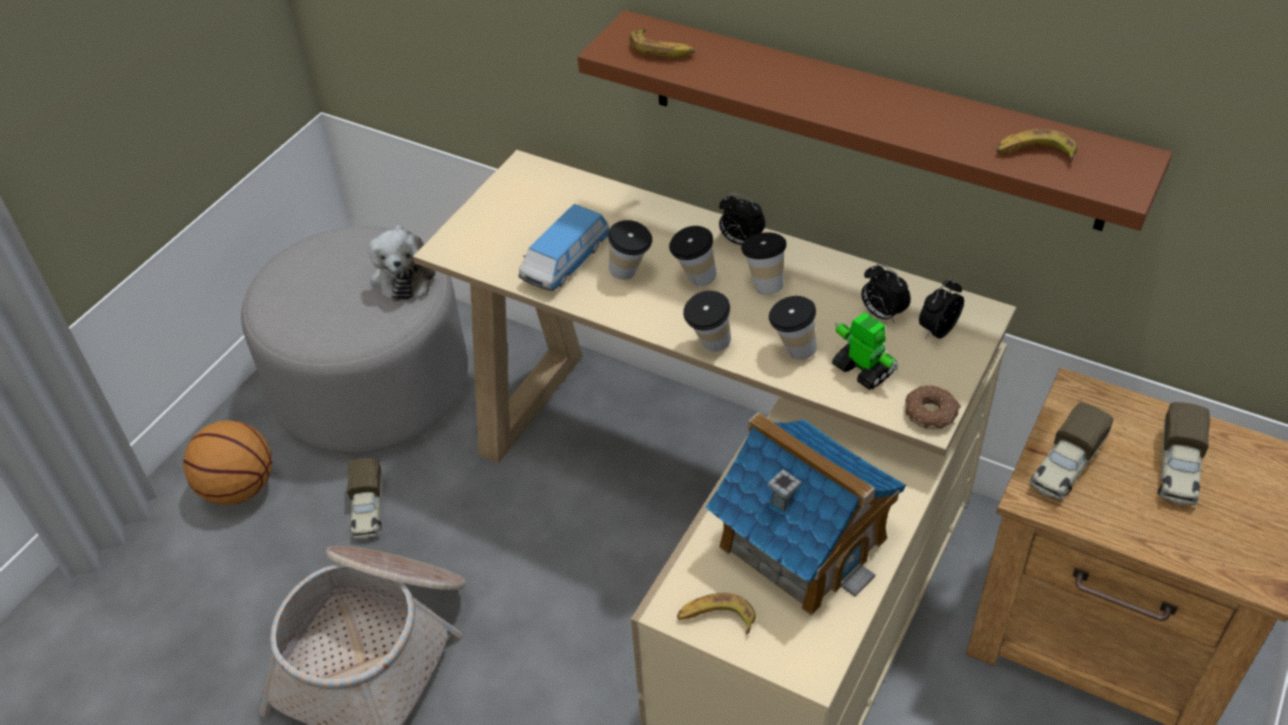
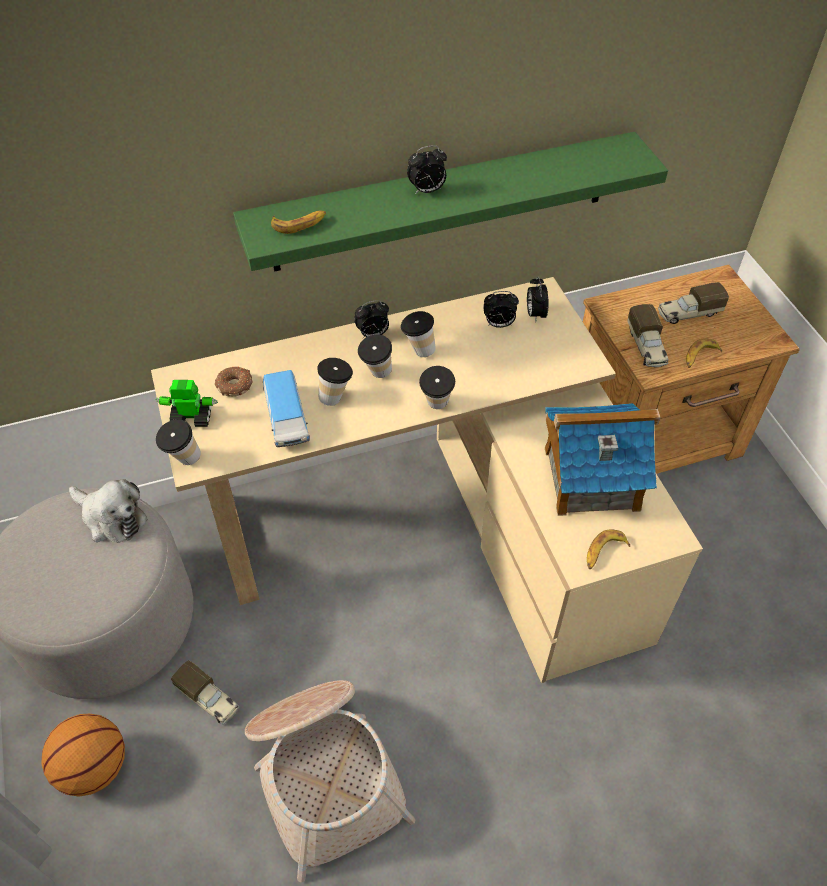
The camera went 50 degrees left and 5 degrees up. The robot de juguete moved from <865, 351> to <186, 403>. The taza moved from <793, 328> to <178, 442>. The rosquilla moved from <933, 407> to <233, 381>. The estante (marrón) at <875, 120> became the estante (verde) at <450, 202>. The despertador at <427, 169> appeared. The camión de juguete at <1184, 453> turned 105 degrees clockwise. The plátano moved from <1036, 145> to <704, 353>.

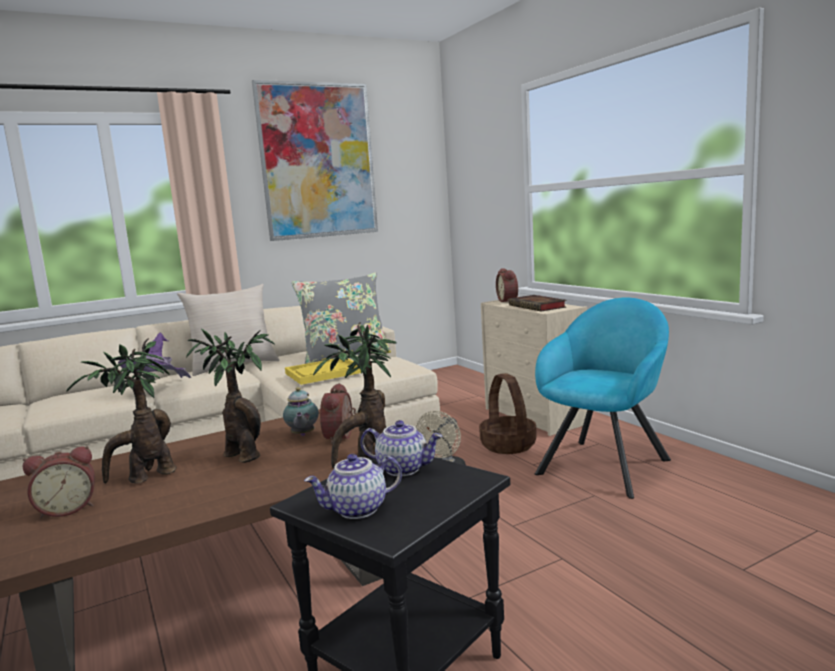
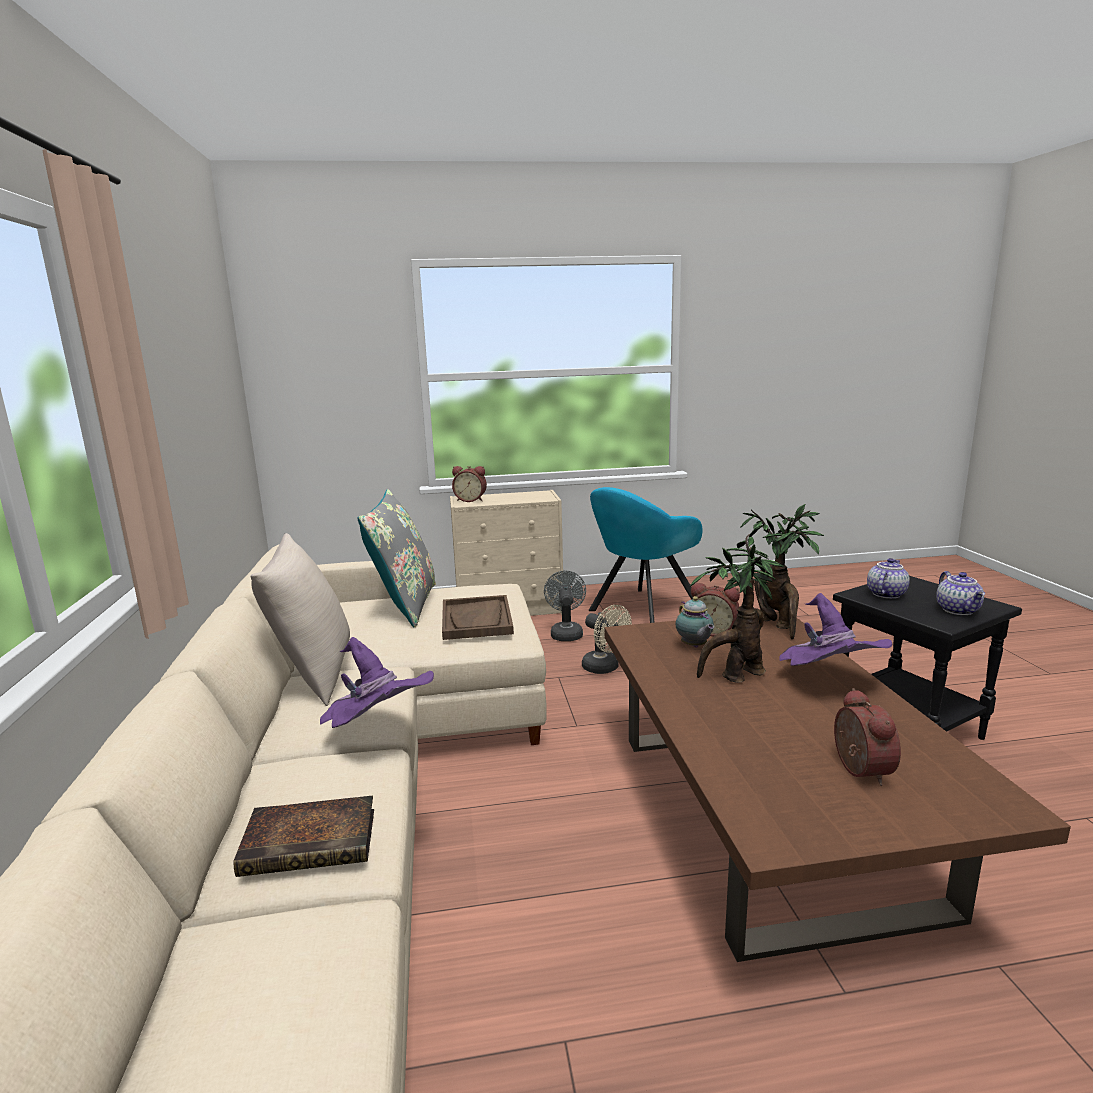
The camera went 70 degrees left and 5 degrees up. The libro moved from <537, 303> to <304, 836>. The bandeja (amarillo) at <323, 372> became the bandeja (marrón) at <478, 617>. The cesta at <508, 413> was replaced by the ventilador (gris) at <565, 605>. The sillón (turquesa) at <603, 398> turned 105 degrees counterclockwise. The tetera at <301, 411> turned 60 degrees clockwise. The sombrero (morado) at <835, 629> appeared. The planta en maceta at <121, 410> disappeared. The cuadro at <315, 160> disappeared.

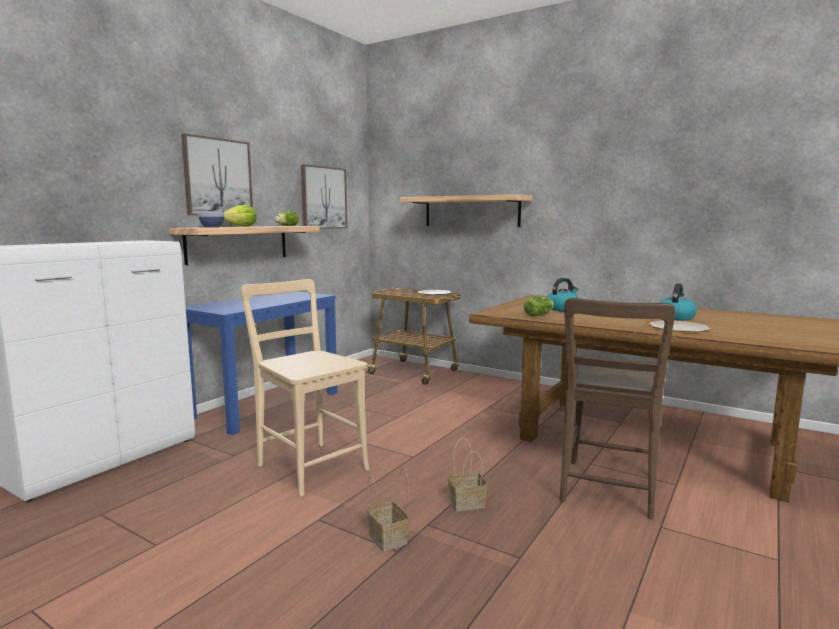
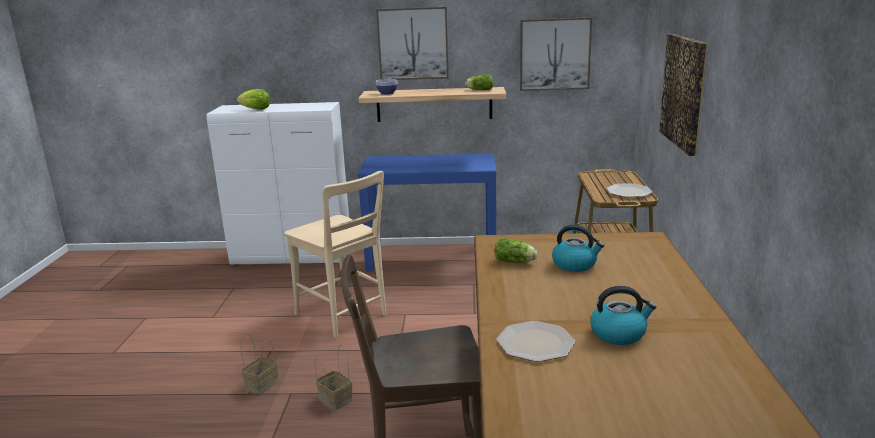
The camera went 60 degrees right and 10 degrees up. The lechuga moved from <240, 216> to <253, 99>. The silla (beis) at <305, 387> turned 120 degrees clockwise. The estante at <466, 210> was replaced by the cuadro at <683, 95>.

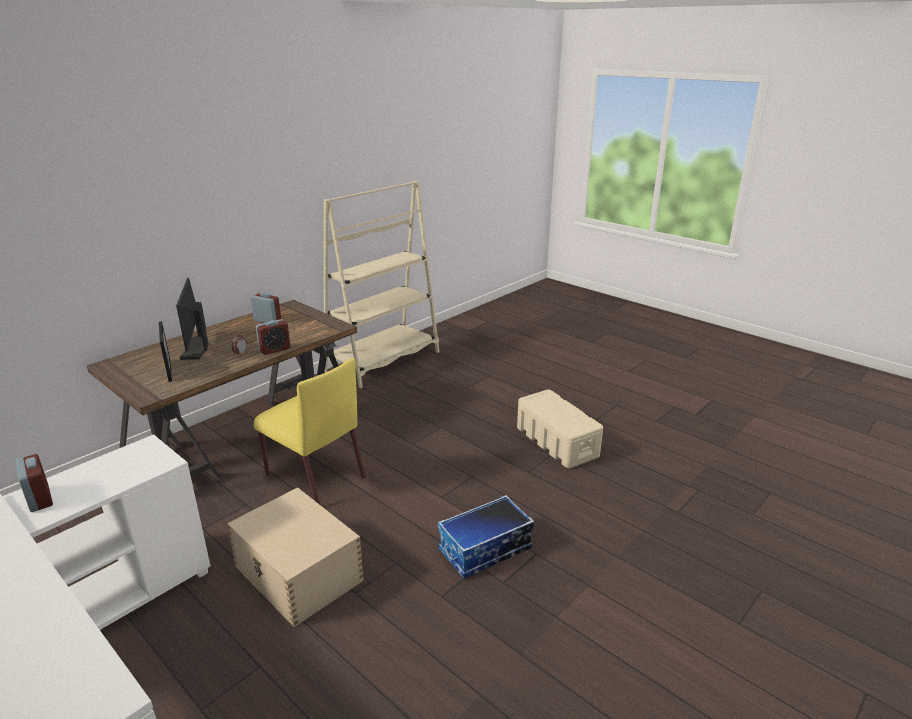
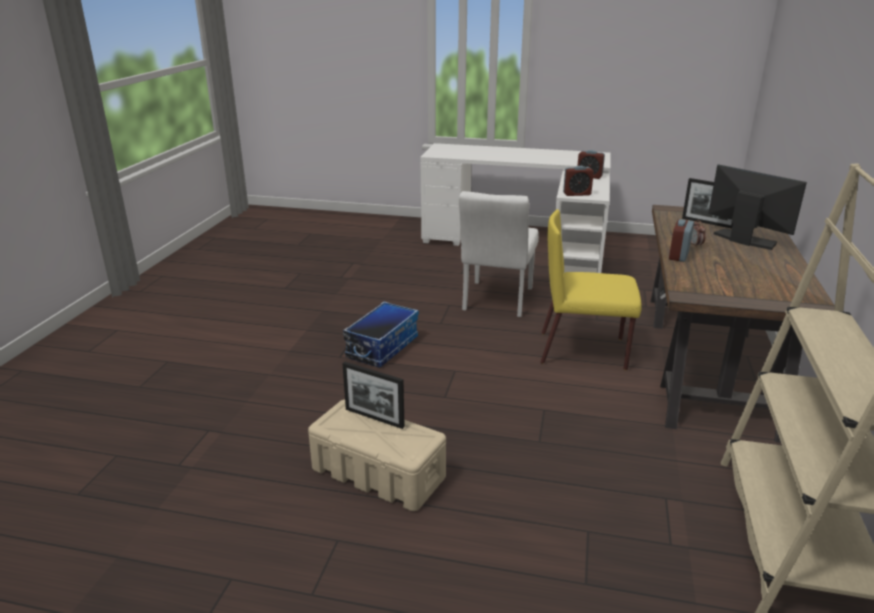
The camera went 150 degrees right and 0 degrees up. The portarretratos at <373, 395> appeared. The caja de almacenaje (beis) at <295, 557> was replaced by the silla (blanco) at <499, 254>. The despertador moved from <266, 307> to <578, 181>.

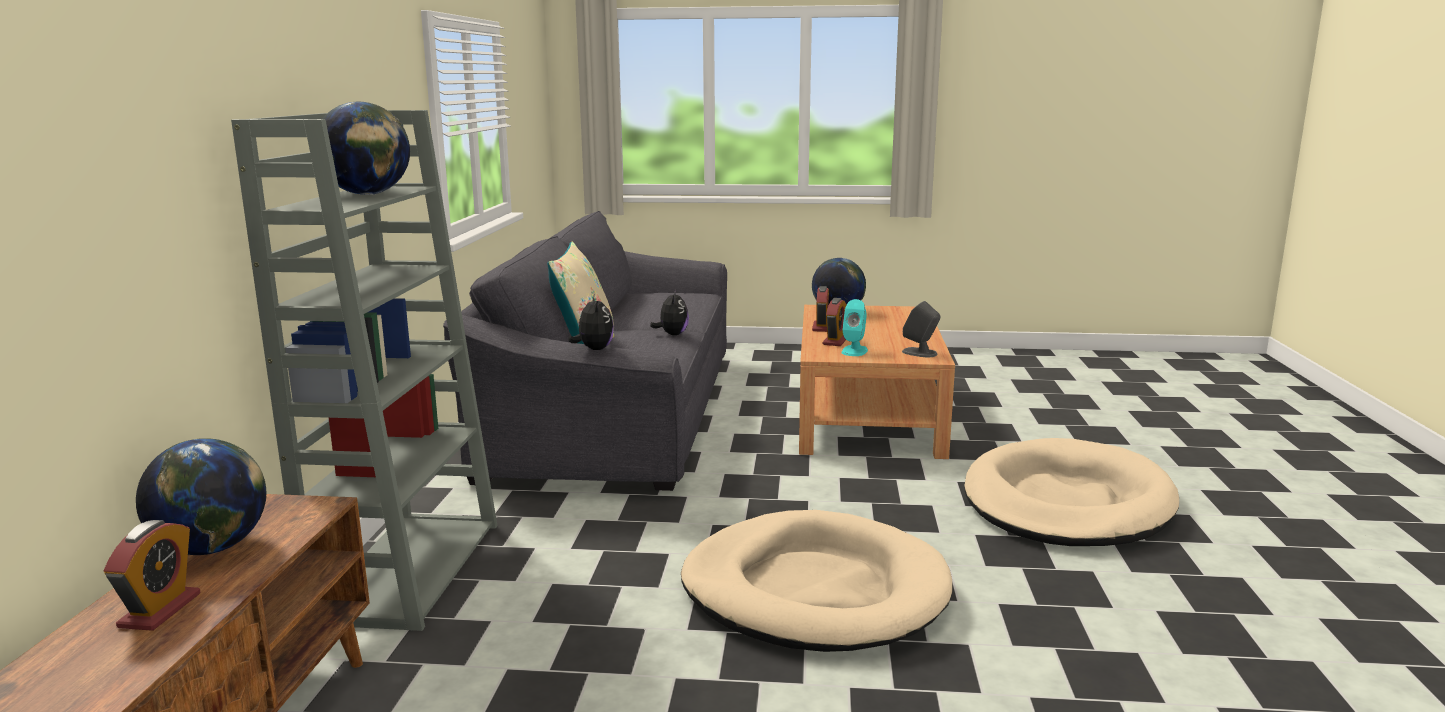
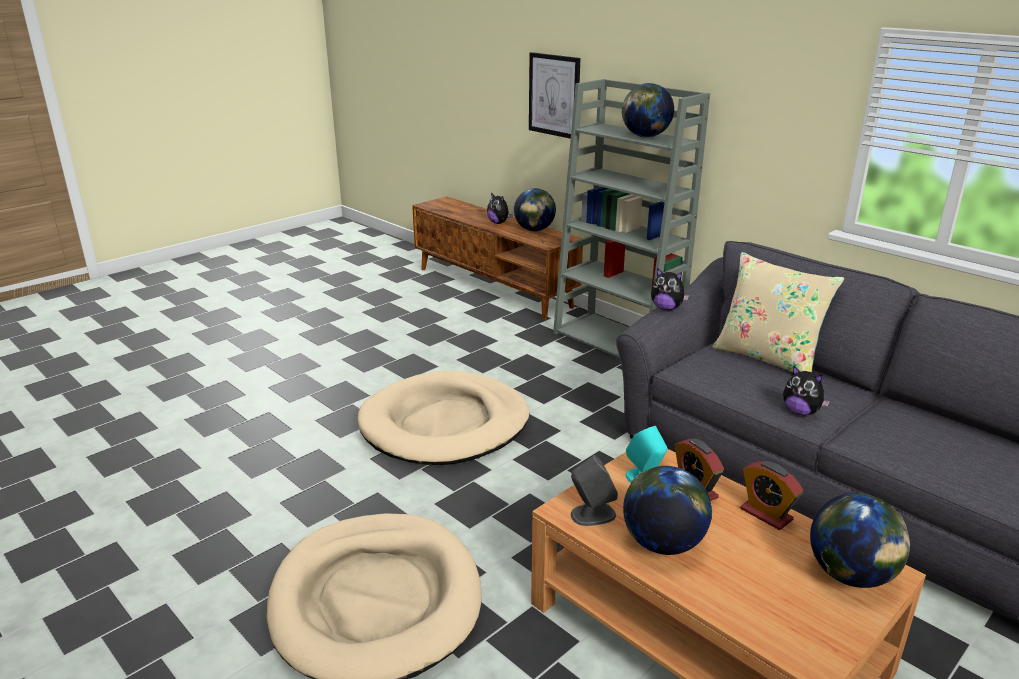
The camera went 130 degrees right and 10 degrees up. The despertador at <151, 575> was replaced by the peluche at <499, 208>. The cuadro at <554, 95> appeared. The globo terráqueo at <667, 510> appeared.

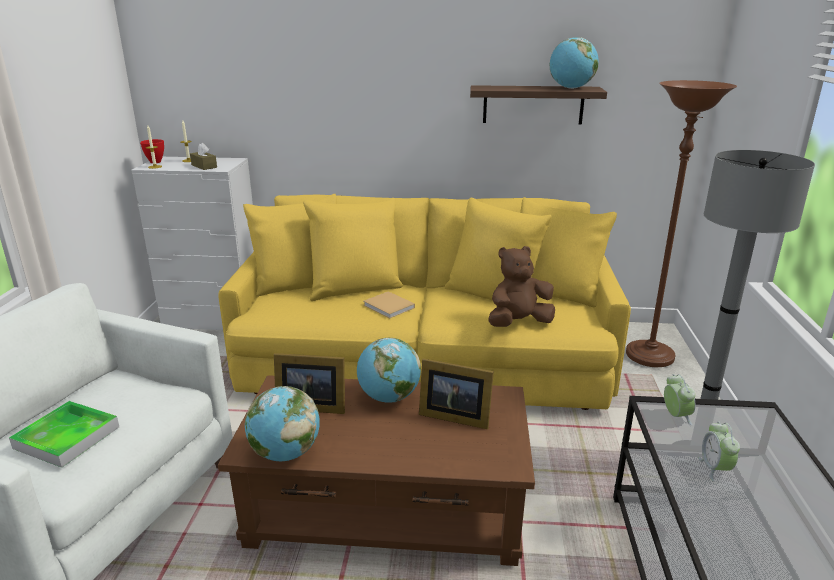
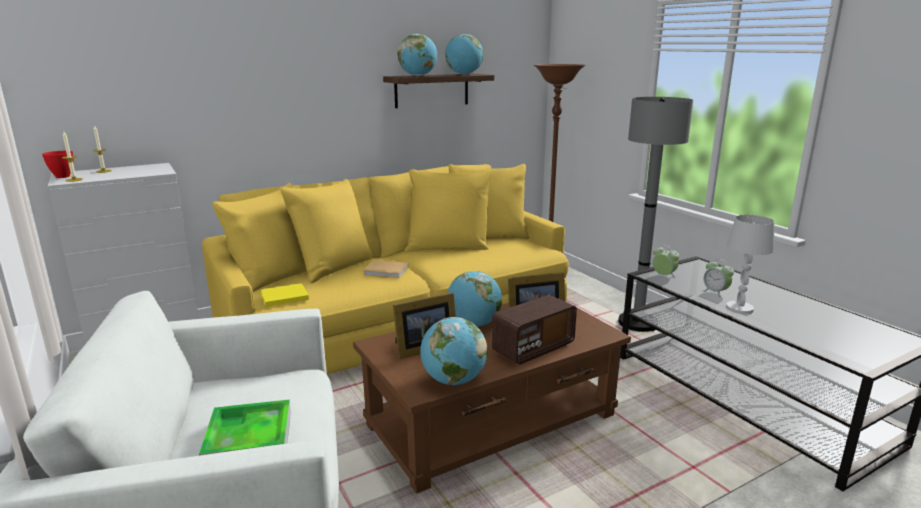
The camera went 35 degrees left and 5 degrees down. The libro (amarillo) at <285, 295> appeared. The globo terráqueo at <417, 55> appeared. The radio at <534, 330> appeared. The lámpara de mesa (blanco) at <750, 264> appeared. The caja de pañuelos (marrón) at <203, 156> disappeared. The peluche (marrón) at <522, 286> disappeared.

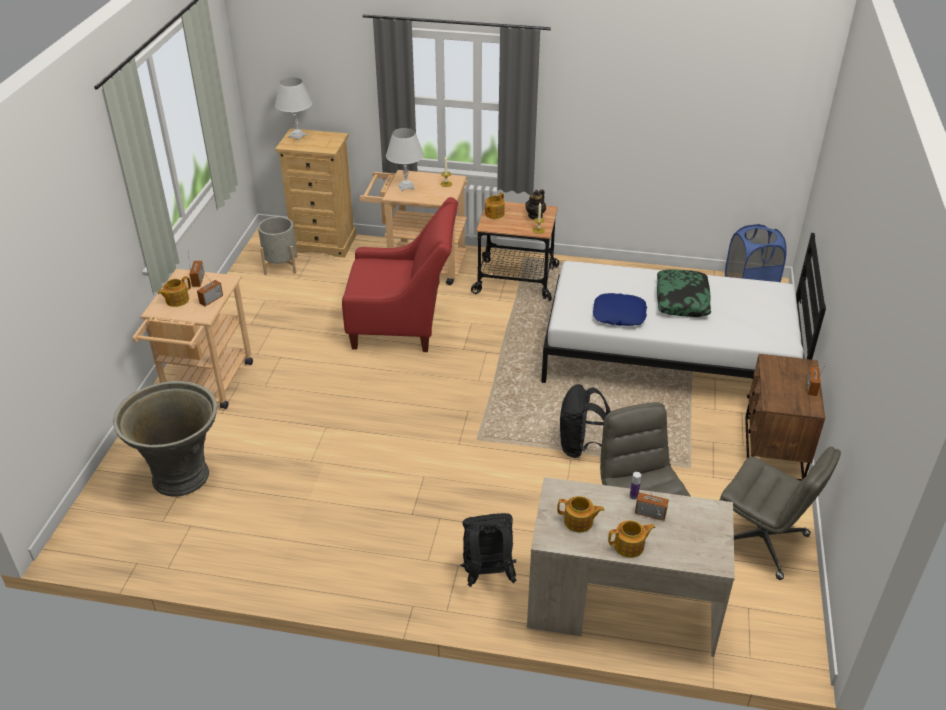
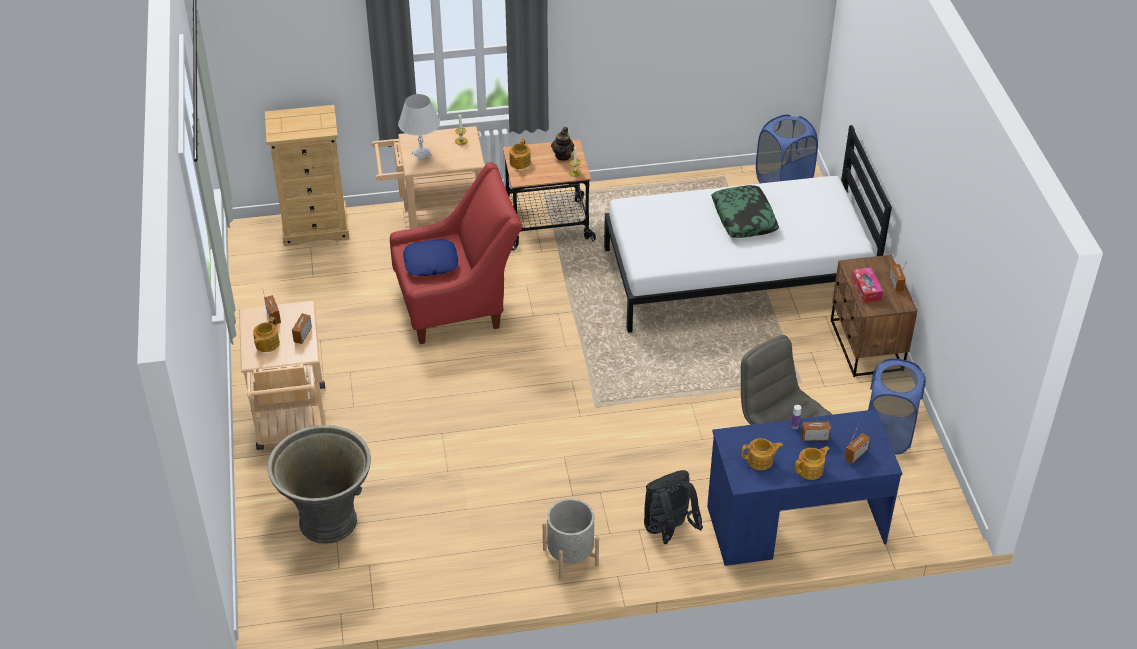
The camera went 20 degrees left and 5 degrees up. The cojín (azul) moved from <620, 309> to <430, 258>. The maceta (gris) moved from <278, 246> to <571, 539>. The escritorio (beis) at <631, 567> became the escritorio (azul) at <804, 487>. The radio at <857, 443> appeared. The caja de pañuelos at <867, 285> appeared. The silla de oficina (gris) at <780, 513> was replaced by the cesto de la ropa (azul) at <897, 406>. The lámpara de mesa (blanco) at <293, 109> disappeared. The mochila (negro) at <585, 421> disappeared.

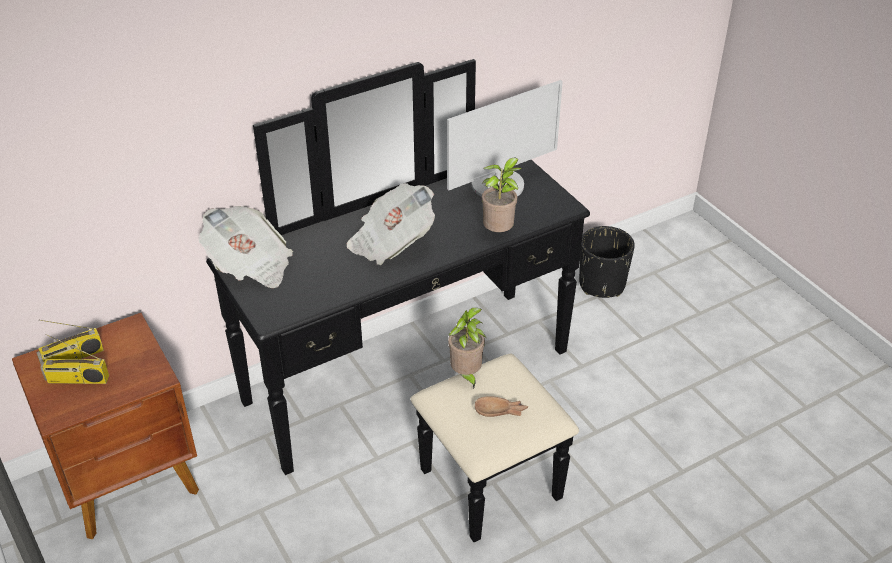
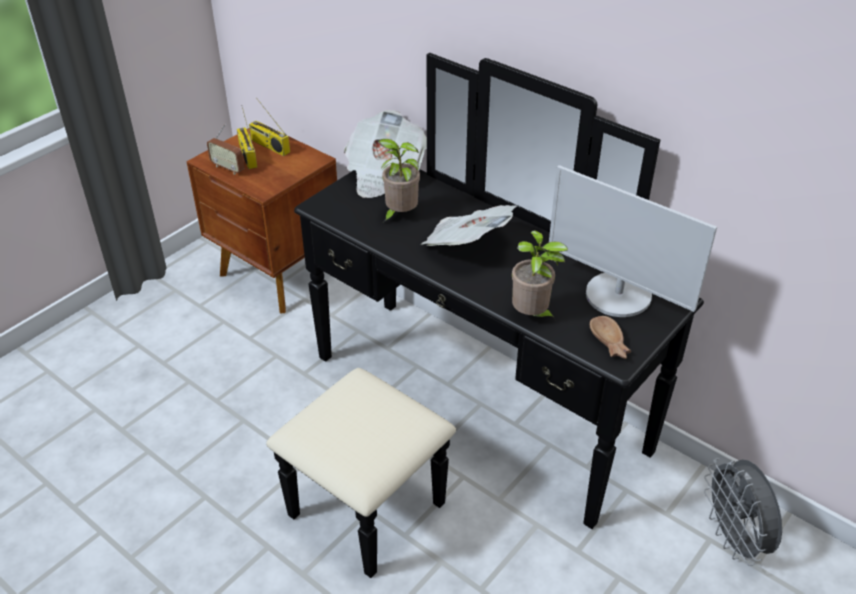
The camera went 70 degrees right and 0 degrees up. The radio at <225, 149> appeared. The planta en maceta moved from <467, 348> to <399, 180>. The cuenco (marrón) moved from <501, 406> to <610, 337>. The maceta (negro) at <607, 262> was replaced by the ventilador (gris) at <743, 512>.

